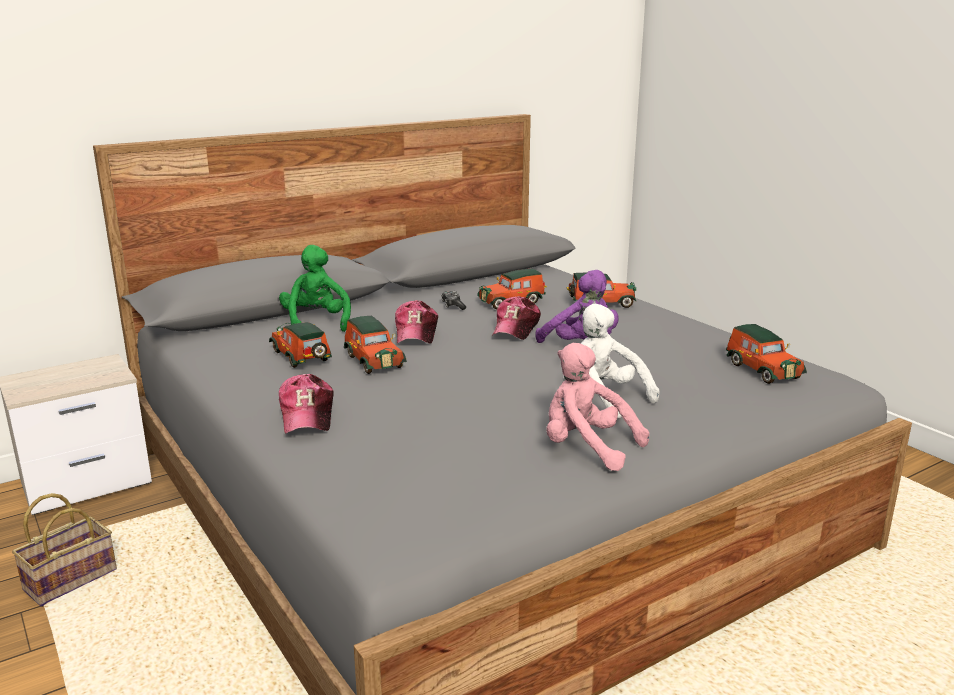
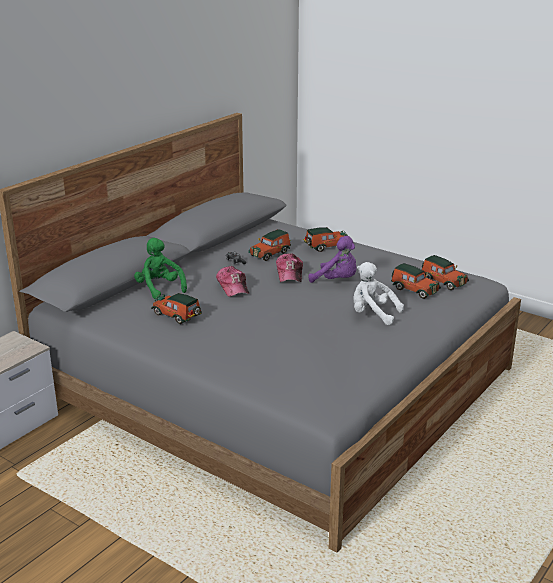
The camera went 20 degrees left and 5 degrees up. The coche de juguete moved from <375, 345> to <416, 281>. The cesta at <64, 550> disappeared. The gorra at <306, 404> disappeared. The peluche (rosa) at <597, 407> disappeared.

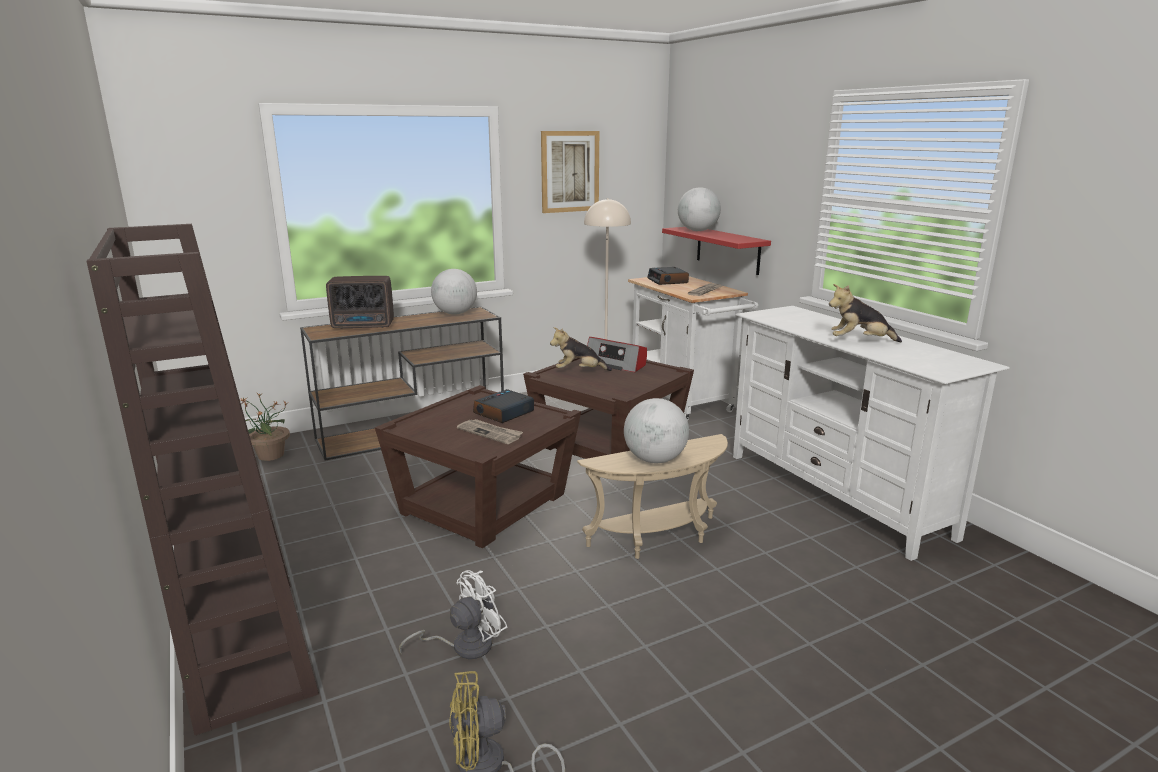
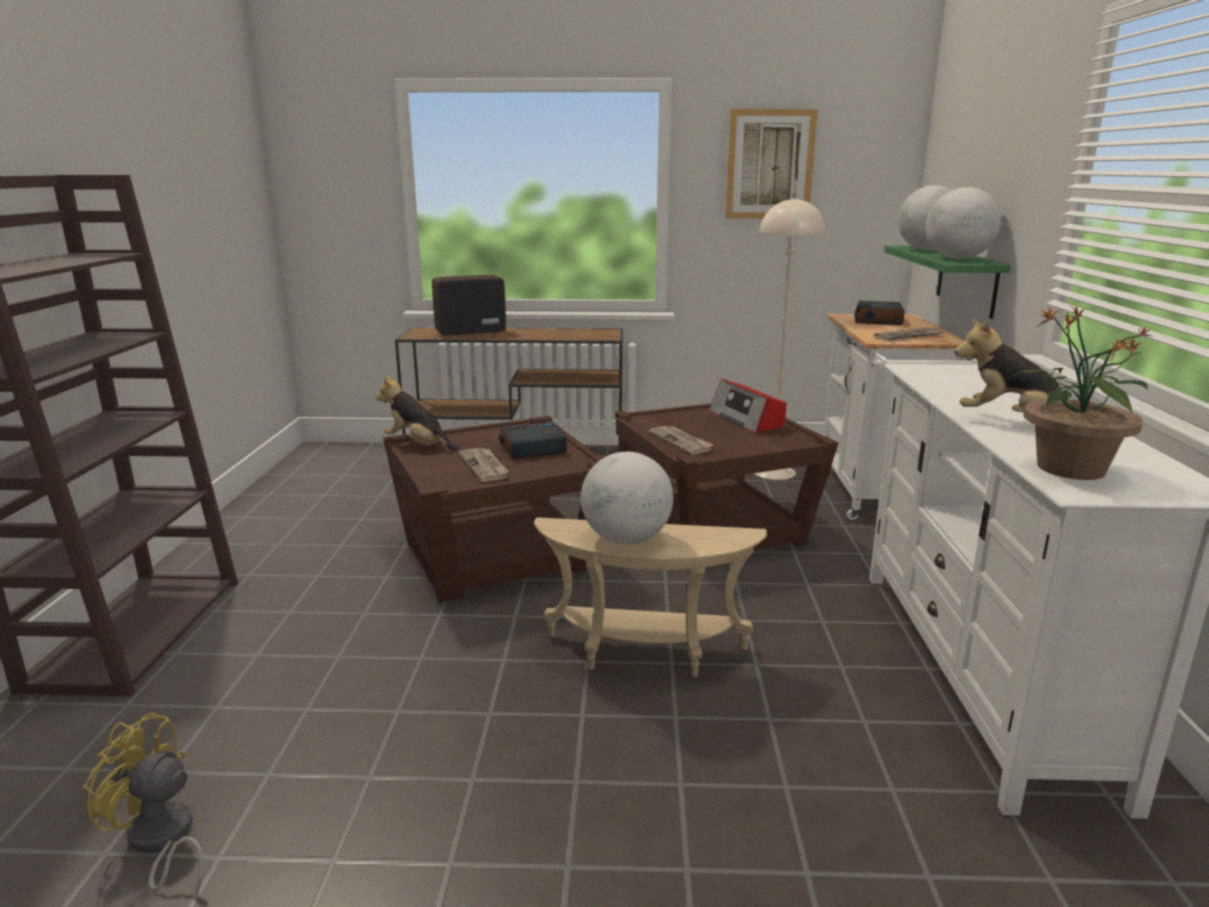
The camera went 30 degrees right and 0 degrees up. The peluche moved from <581, 349> to <417, 413>. The radio at <360, 302> turned 135 degrees clockwise. The periódico at <681, 440> appeared. The estante (rojo) at <716, 251> became the estante (verde) at <947, 282>. The globo terráqueo moved from <454, 292> to <963, 223>. The planta en maceta moved from <265, 427> to <1082, 393>. The ventilador (blanco) at <453, 614> disappeared.

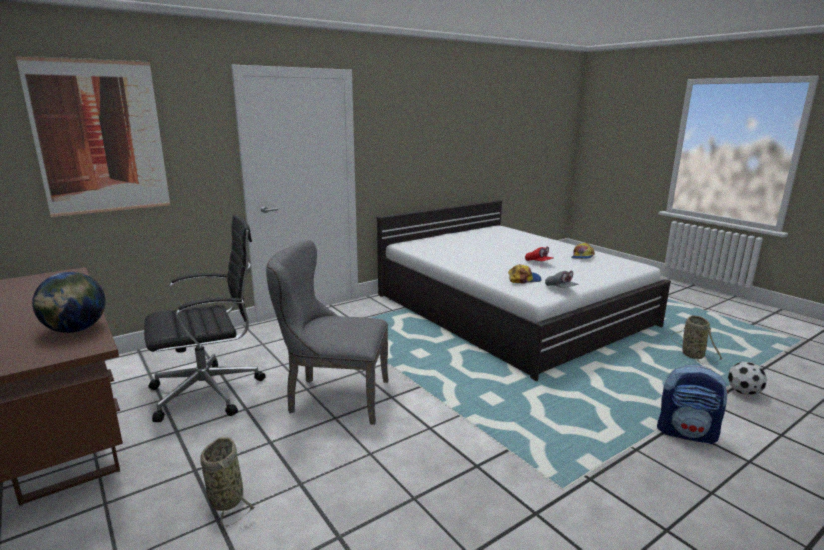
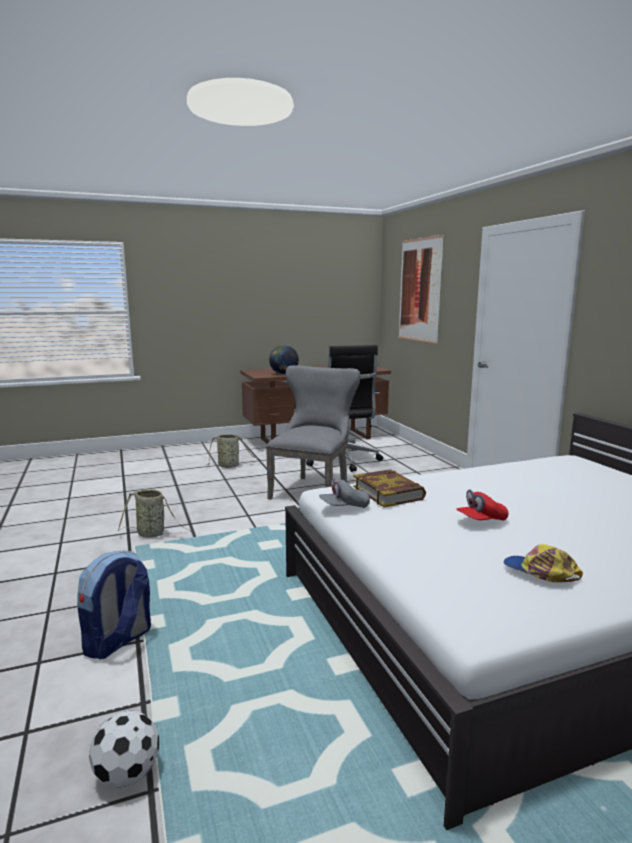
The camera went 105 degrees right and 5 degrees down. The cesta moved from <696, 339> to <155, 514>. The gorra at <524, 274> was replaced by the libro at <389, 488>.

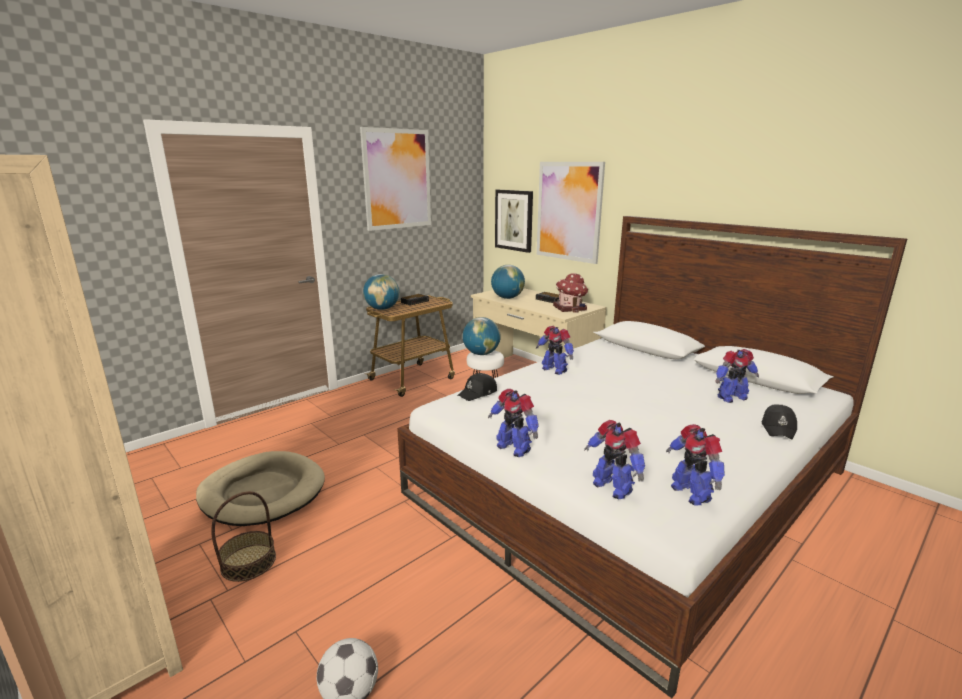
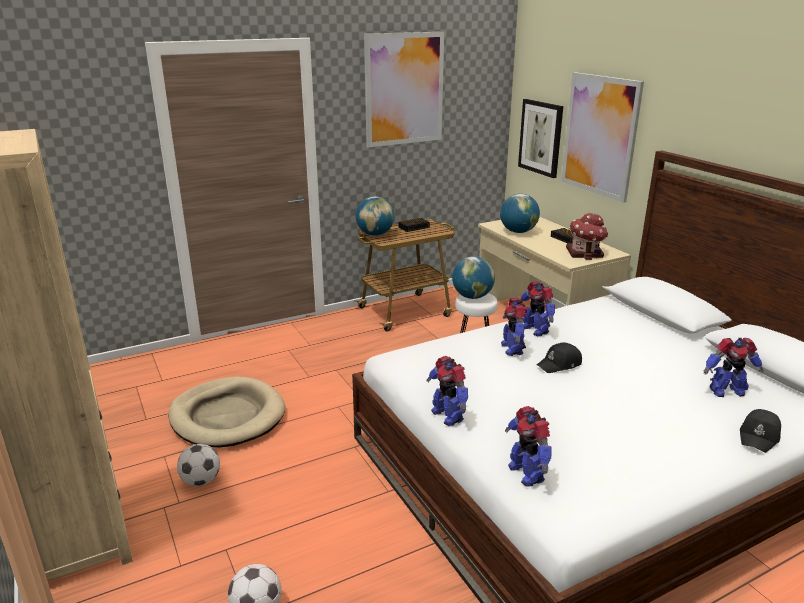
The camera went 15 degrees right and 5 degrees up. The cesta at <243, 536> was replaced by the balón de fútbol at <198, 465>. The robot de juguete moved from <695, 465> to <514, 327>. The gorra (negro) moved from <477, 387> to <559, 357>.

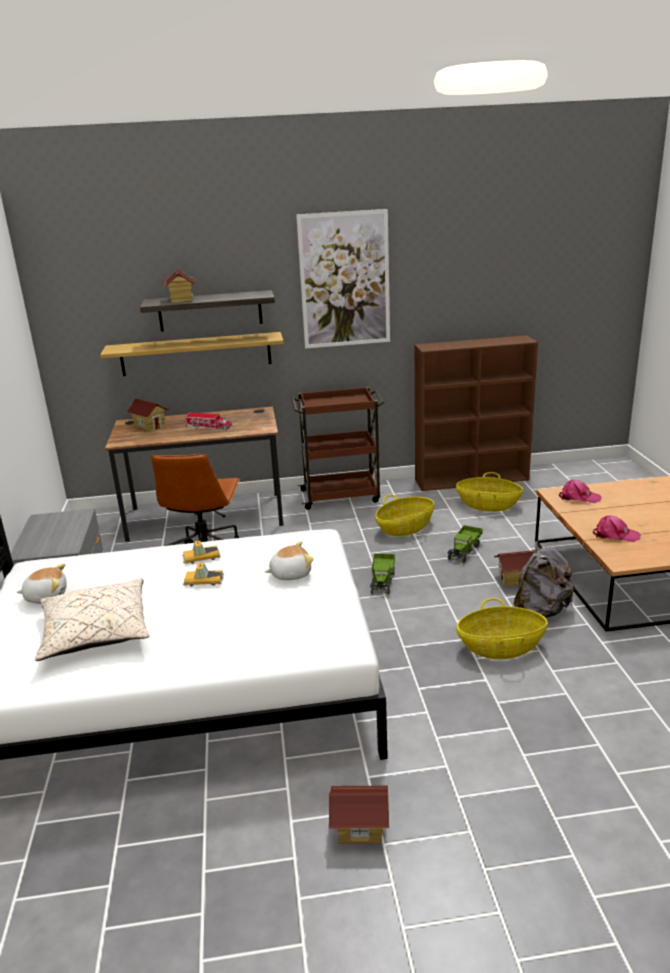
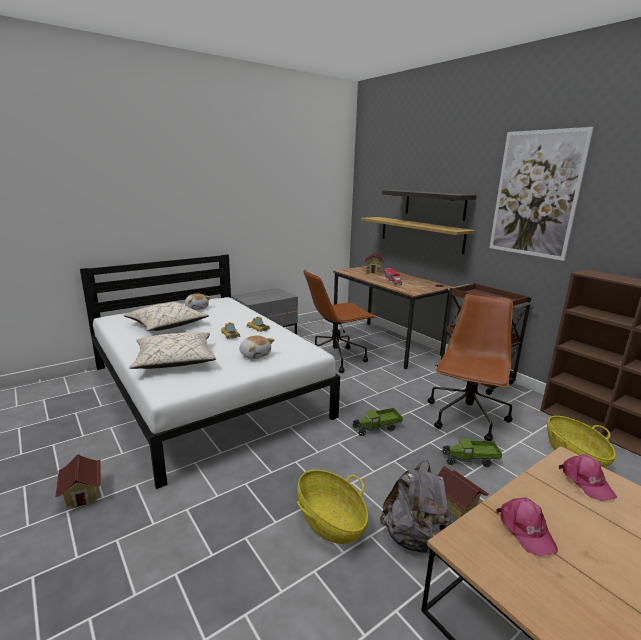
The camera went 60 degrees right and 5 degrees down. The cojín (beis) at <172, 350> appeared. The cesta at <404, 516> was replaced by the silla de oficina (marrón) at <470, 367>. The casita at <179, 286> disappeared.

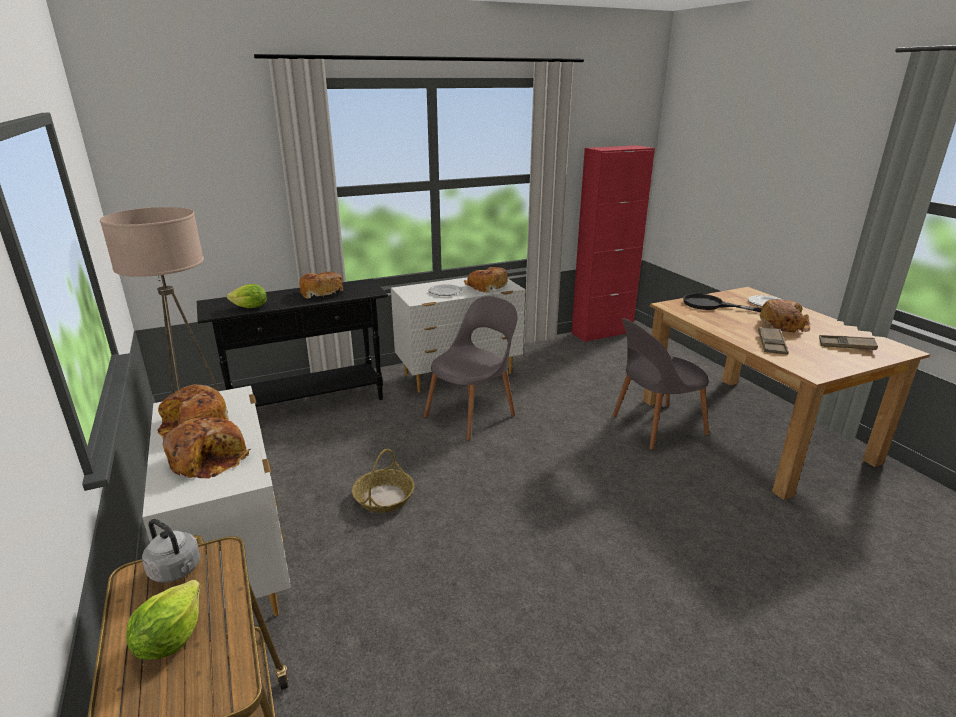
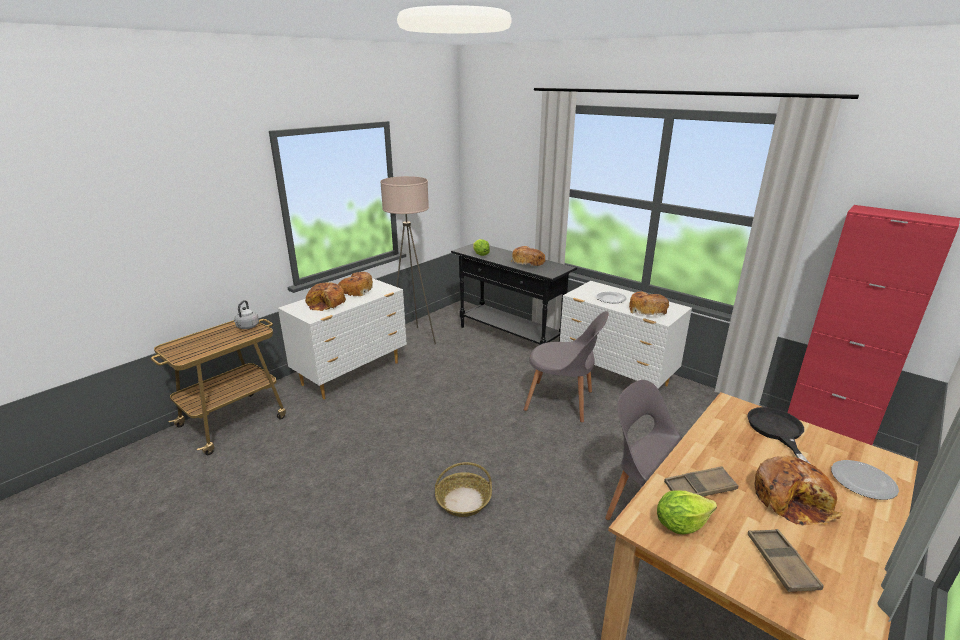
The camera went 65 degrees right and 0 degrees up. The cesta moved from <383, 481> to <463, 489>. The lechuga moved from <163, 620> to <687, 512>.

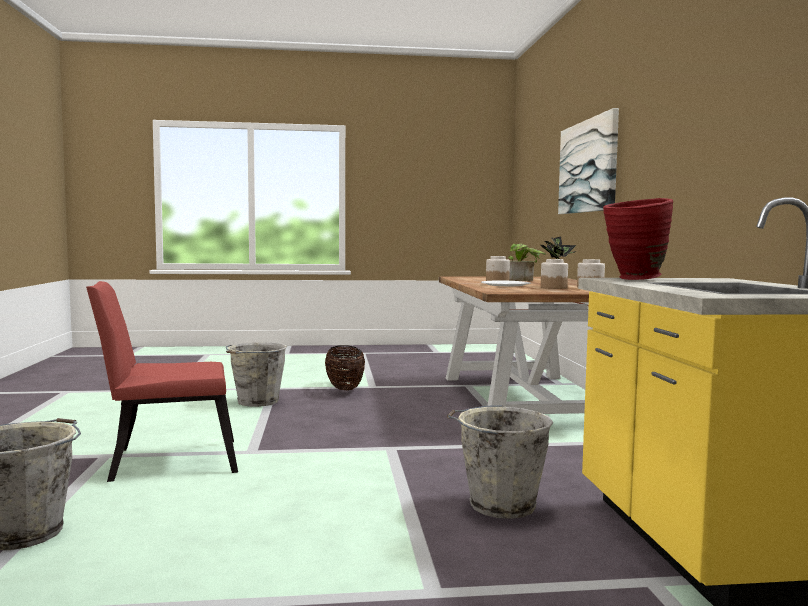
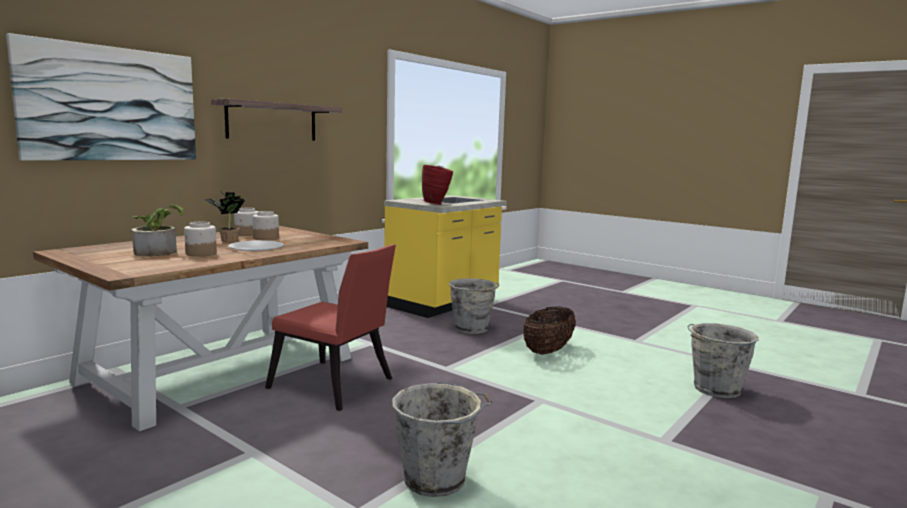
The camera went 135 degrees left and 5 degrees up. The estante at <276, 120> appeared. The silla (rojo) moved from <162, 381> to <330, 327>. The cesta moved from <345, 368> to <549, 330>.

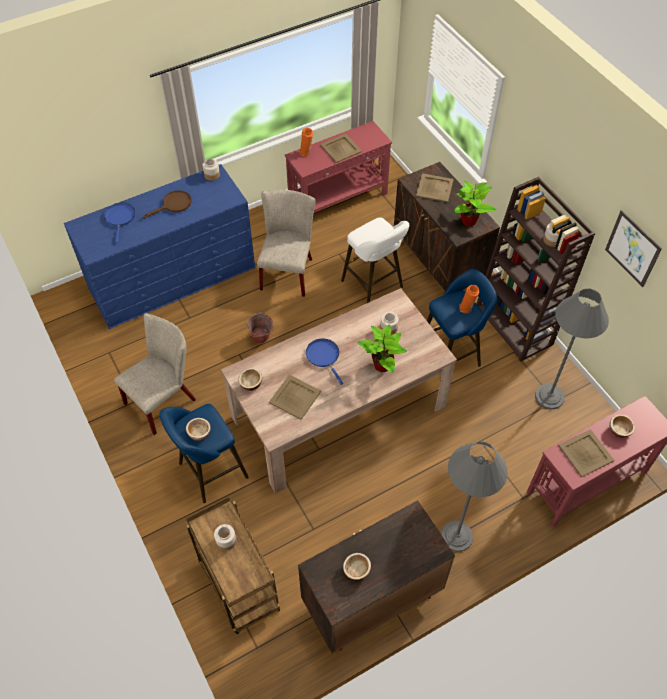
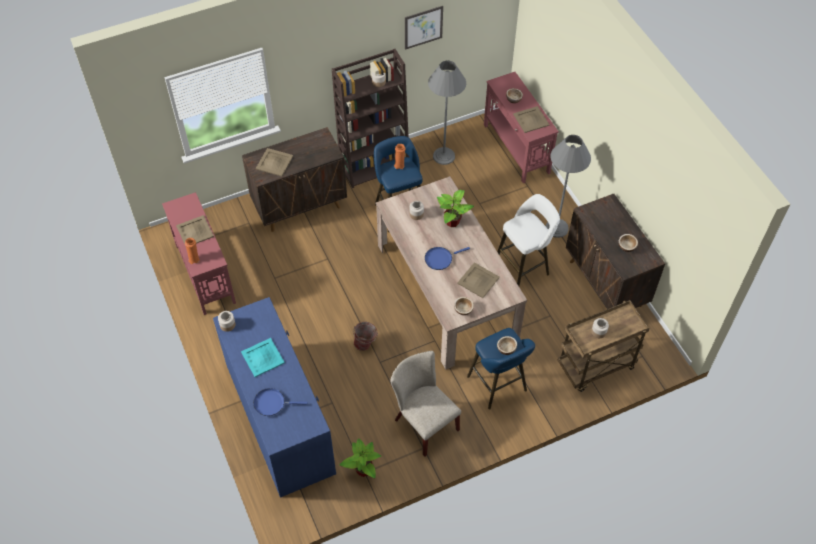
The camera went 85 degrees left and 0 degrees up. The sartén (marrón) at <167, 204> was replaced by the bandeja (turquesa) at <263, 357>. The planta en maceta moved from <475, 203> to <360, 458>. The taburete (blanco) moved from <375, 260> to <528, 240>. The silla (beis) at <286, 243> disappeared.

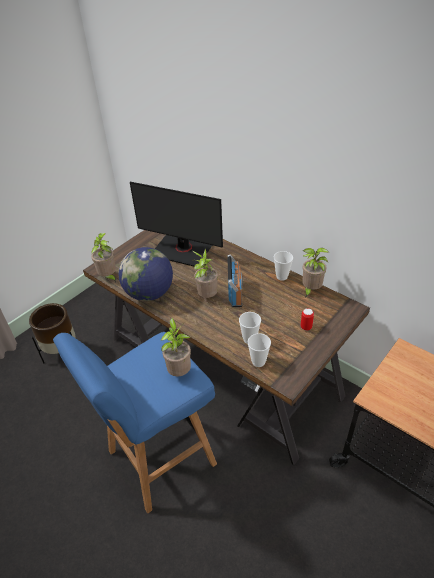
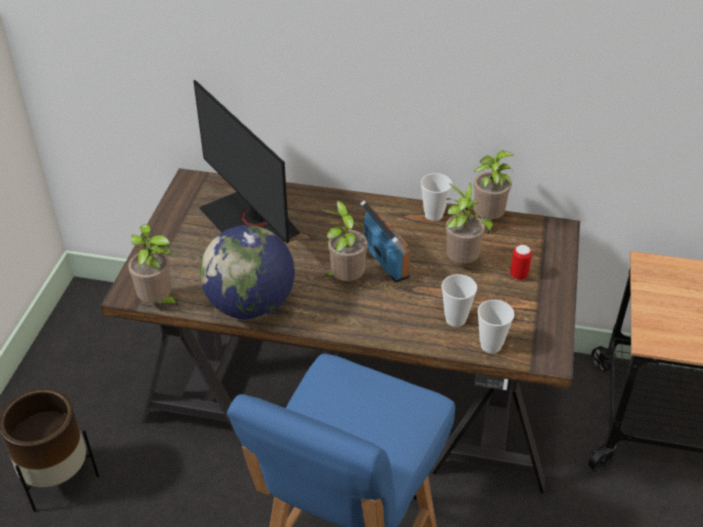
The camera went 30 degrees left and 0 degrees up. The monitor at <176, 224> turned 60 degrees clockwise. The planta en maceta moved from <176, 347> to <465, 223>.

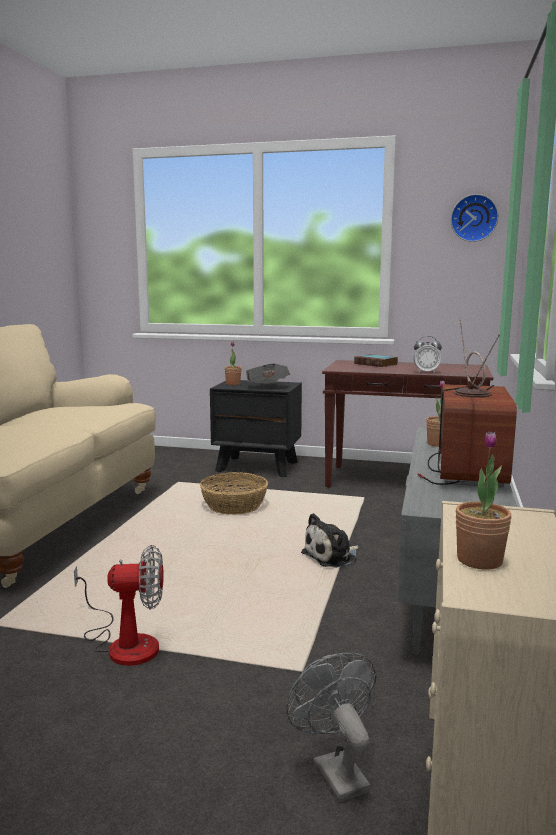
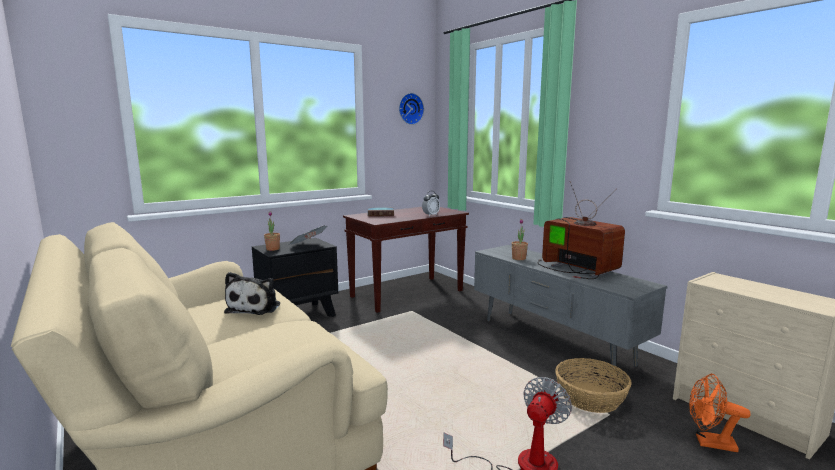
The camera went 50 degrees left and 0 degrees up. The peluche moved from <330, 540> to <252, 293>. The cesta moved from <234, 493> to <593, 385>. The ventilador (gris) at <331, 727> became the ventilador (naranja) at <720, 413>. The planta en maceta at <483, 500> disappeared.

